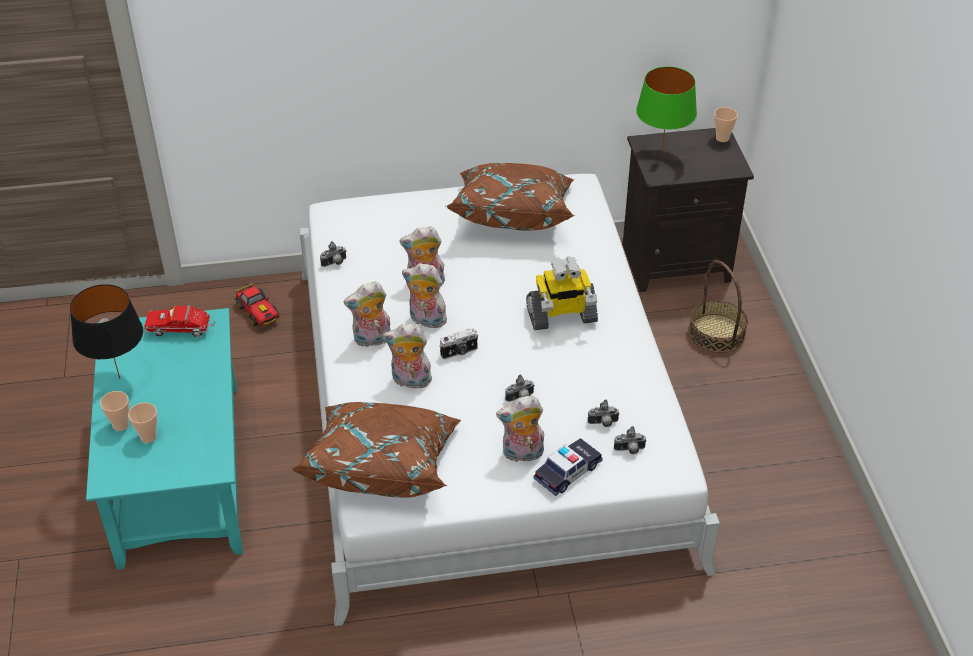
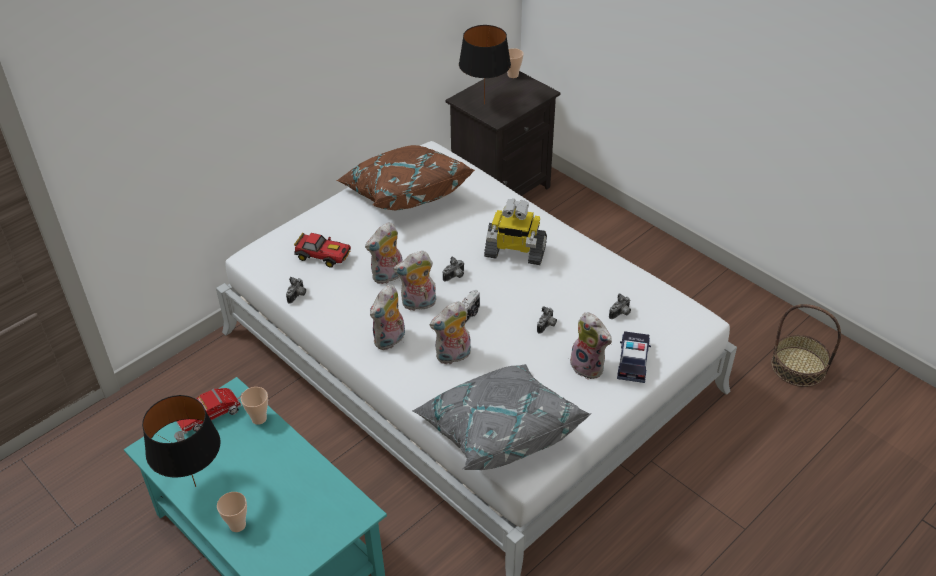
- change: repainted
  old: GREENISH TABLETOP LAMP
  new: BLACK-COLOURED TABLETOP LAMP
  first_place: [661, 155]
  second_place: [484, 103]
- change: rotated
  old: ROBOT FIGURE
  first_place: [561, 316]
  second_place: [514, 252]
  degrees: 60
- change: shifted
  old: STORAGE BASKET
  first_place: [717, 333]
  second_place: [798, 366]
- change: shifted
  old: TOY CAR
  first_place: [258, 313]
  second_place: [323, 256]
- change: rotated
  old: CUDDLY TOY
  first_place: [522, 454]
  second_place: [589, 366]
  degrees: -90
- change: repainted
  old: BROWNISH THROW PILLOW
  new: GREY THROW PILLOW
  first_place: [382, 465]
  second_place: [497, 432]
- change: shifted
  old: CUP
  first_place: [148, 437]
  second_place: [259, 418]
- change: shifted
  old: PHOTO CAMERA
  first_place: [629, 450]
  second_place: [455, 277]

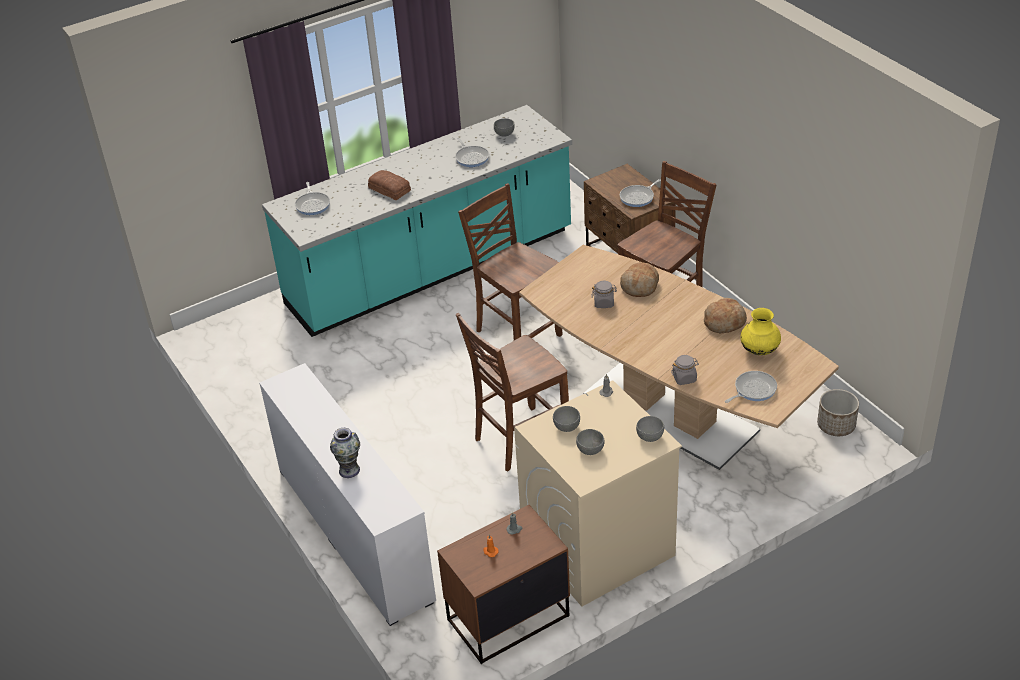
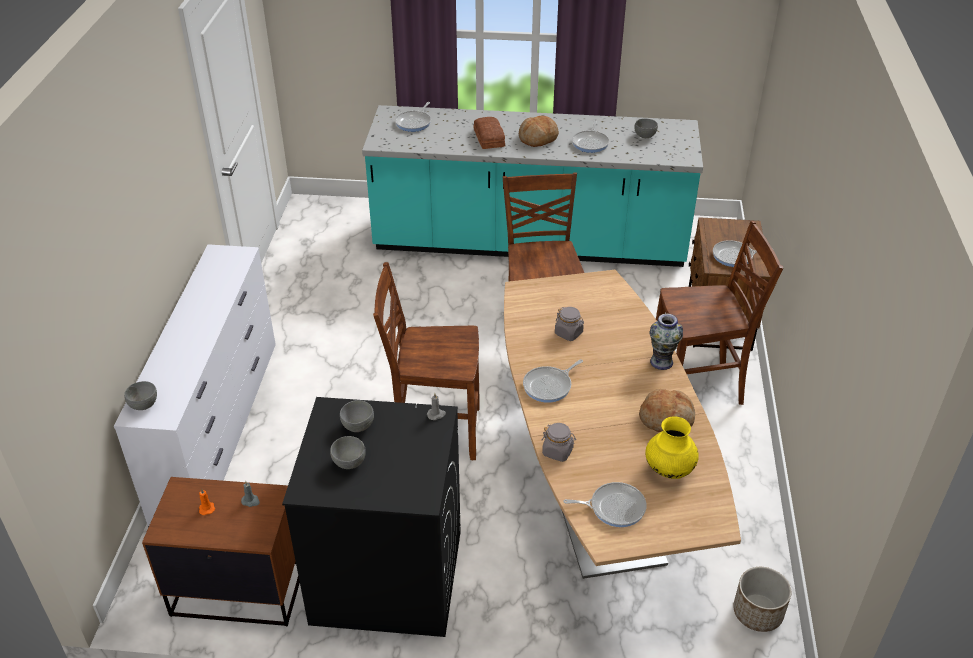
- change: shifted
  old: BREAD
  first_place: [640, 286]
  second_place: [538, 138]
- change: repainted
  old: BEIGE-COLOURED LAUNDRY MACHINE
  new: BLACK-COLOURED LAUNDRY MACHINE
  first_place: [597, 547]
  second_place: [386, 576]
- change: shifted
  old: GREY SERVING BOWL
  first_place: [650, 437]
  second_place: [143, 405]
- change: shifted
  old: FLOWER VASE
  first_place: [349, 470]
  second_place: [661, 362]
- change: new
  new: PAN
  second_place: [549, 386]

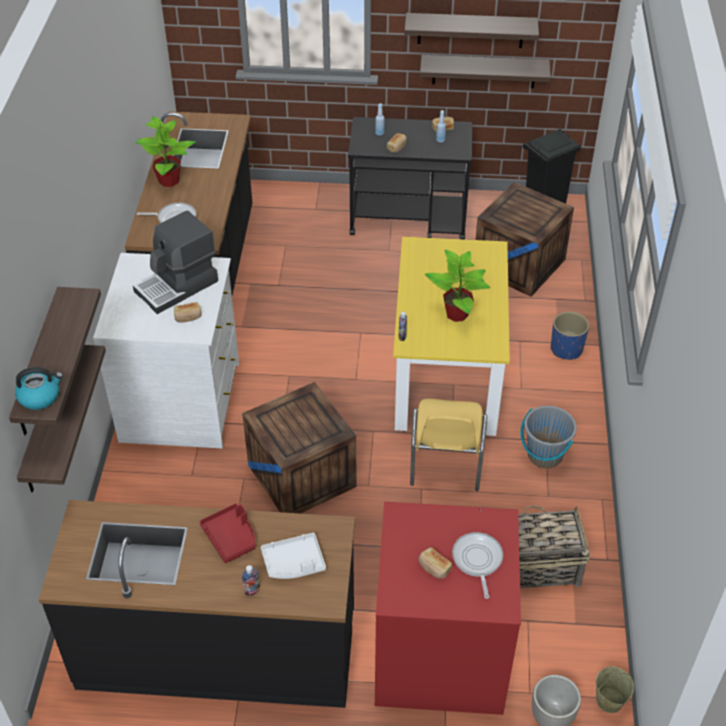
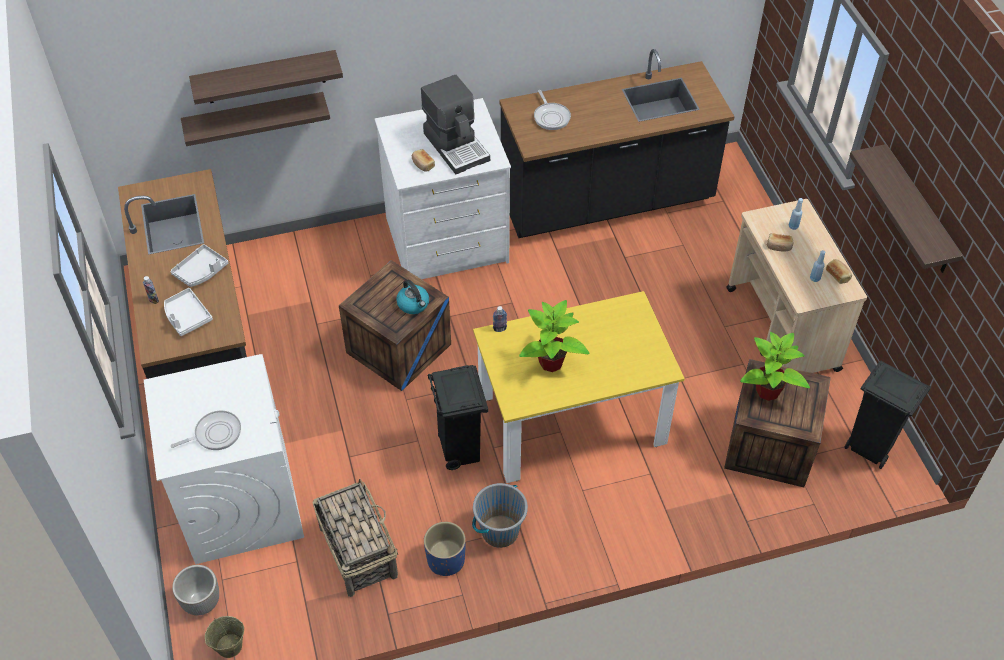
- change: gone
  old: WALL SHELF
  first_place: [484, 71]
- change: shifted
  old: HOUSEPLANT
  first_place: [169, 181]
  second_place: [767, 392]
- change: repainted
  old: BLACK-COLOURED WHEELED CART
  new: BEIGE-COLOURED WHEELED CART
  first_place: [409, 220]
  second_place: [782, 330]
- change: rotated
  old: COFFEE MACHINE
  first_place: [177, 286]
  second_place: [457, 146]
  degrees: -150
- change: shifted
  old: BLUE-COLOURED PLANTER
  first_place: [566, 349]
  second_place: [445, 560]
- change: shifted
  old: KETTLE
  first_place: [40, 396]
  second_place: [413, 304]
- change: swapped
  old: YELLOW UPRIGHT CHAIR
  new: BLACK-COLOURED TRASH CAN
  first_place: [445, 460]
  second_place: [459, 450]
- change: repainted
  old: REDDISH LAUNDRY MACHINE
  new: WHITE LAUNDRY MACHINE
  first_place: [439, 656]
  second_place: [240, 502]
- change: repainted
  old: REDDISH CARRYING TRAY
  new: GREY CARRYING TRAY
  first_place: [231, 537]
  second_place: [201, 271]
- change: gone
  old: BREAD
  first_place: [434, 568]

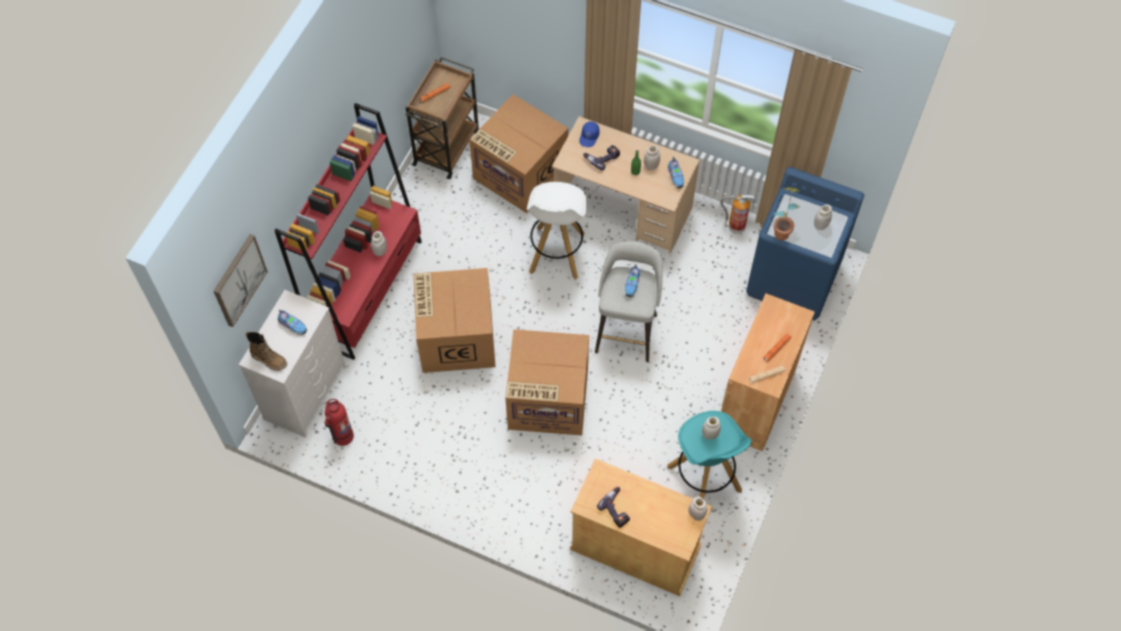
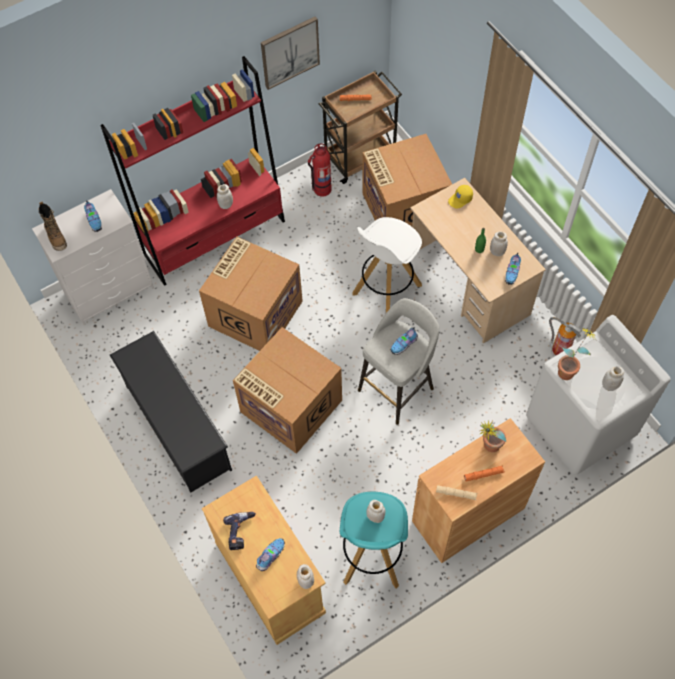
- change: repainted
  old: BLUE-COLOURED BASEBALL CAP
  new: YELLOW BASEBALL CAP
  first_place: [589, 137]
  second_place: [460, 199]
- change: gone
  old: POWER DRILL
  first_place: [602, 158]
- change: repainted
  old: BLUE-COLOURED LAUNDRY MACHINE
  new: WHITE LAUNDRY MACHINE
  first_place: [794, 279]
  second_place: [580, 427]
- change: shifted
  old: WALL ART
  first_place: [239, 280]
  second_place: [289, 52]
- change: shifted
  old: FIRE EXTINGUISHER
  first_place: [342, 436]
  second_place: [322, 189]
- change: new
  new: BLACK-COLOURED SHOE STAND
  second_place: [177, 427]
- change: new
  new: HOUSEPLANT
  second_place: [488, 448]
- change: new
  new: SHOE
  second_place: [270, 556]

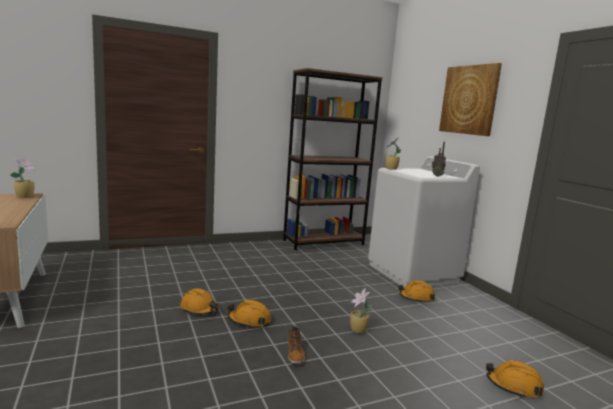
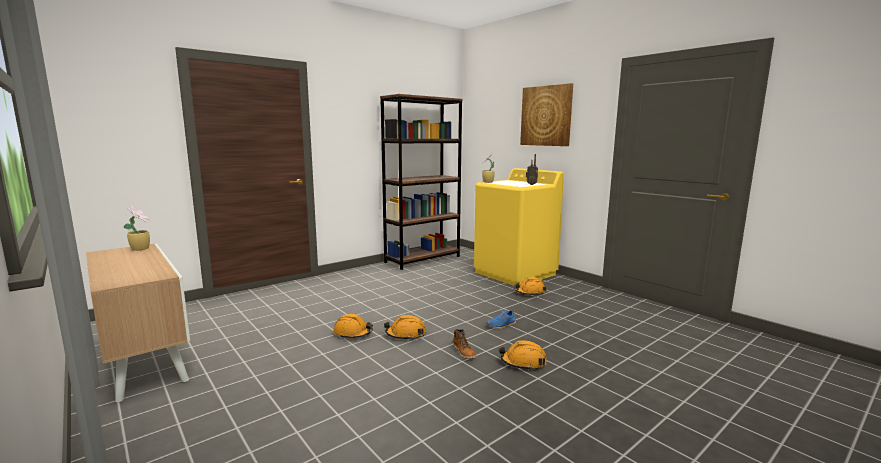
- change: repainted
  old: WHITE LAUNDRY MACHINE
  new: YELLOW LAUNDRY MACHINE
  first_place: [413, 273]
  second_place: [515, 273]
- change: swapped
  old: HOUSEPLANT
  new: BLUE-COLOURED SHOE
  first_place: [358, 330]
  second_place: [501, 325]
- change: shifted
  old: ORANGE-COLOURED WORK HELMET
  first_place: [513, 386]
  second_place: [523, 362]

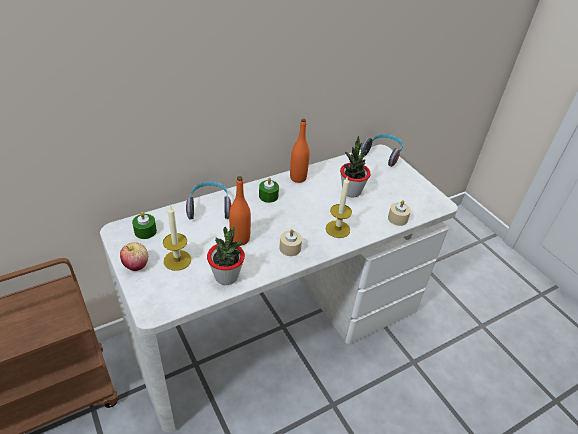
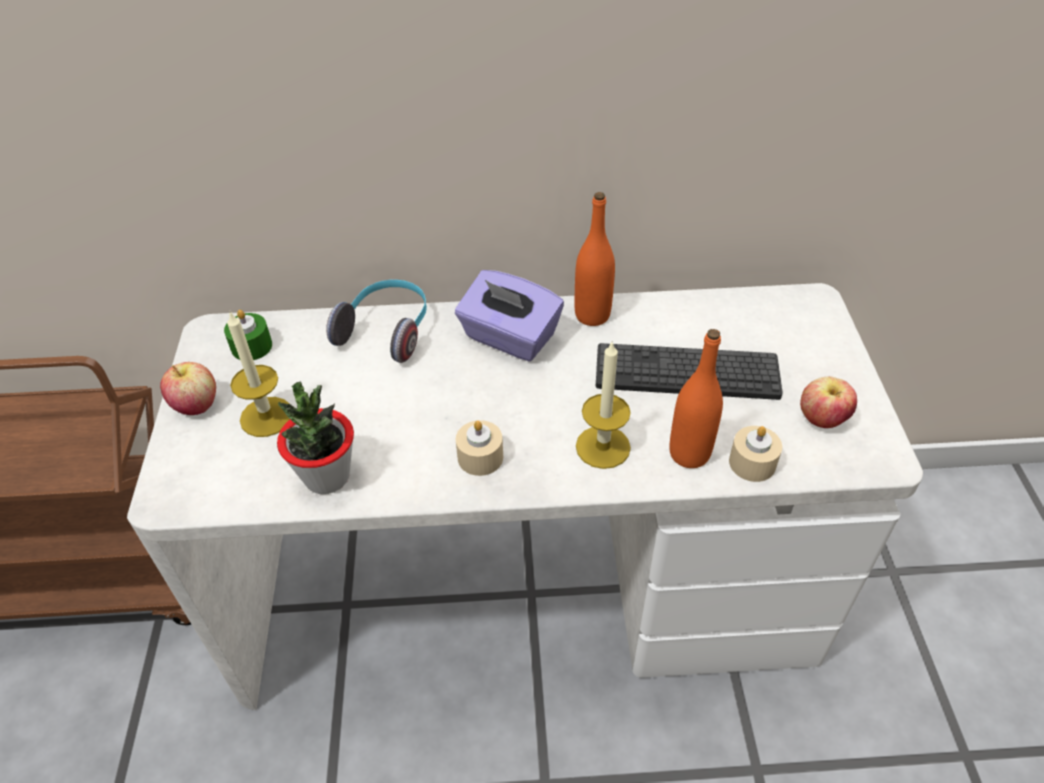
- change: gone
  old: HEADPHONES
  first_place: [383, 154]
- change: swapped
  old: HOUSEPLANT
  new: PC KEYBOARD
  first_place: [351, 191]
  second_place: [686, 373]
- change: shifted
  old: ORANGE-COLOURED BOTTLE
  first_place: [240, 239]
  second_place: [689, 453]
- change: swapped
  old: GREENISH CANDLE
  new: PURPLE TISSUE HOLDER
  first_place: [268, 196]
  second_place: [509, 337]
- change: new
  new: APPLE FRUIT
  second_place: [822, 419]

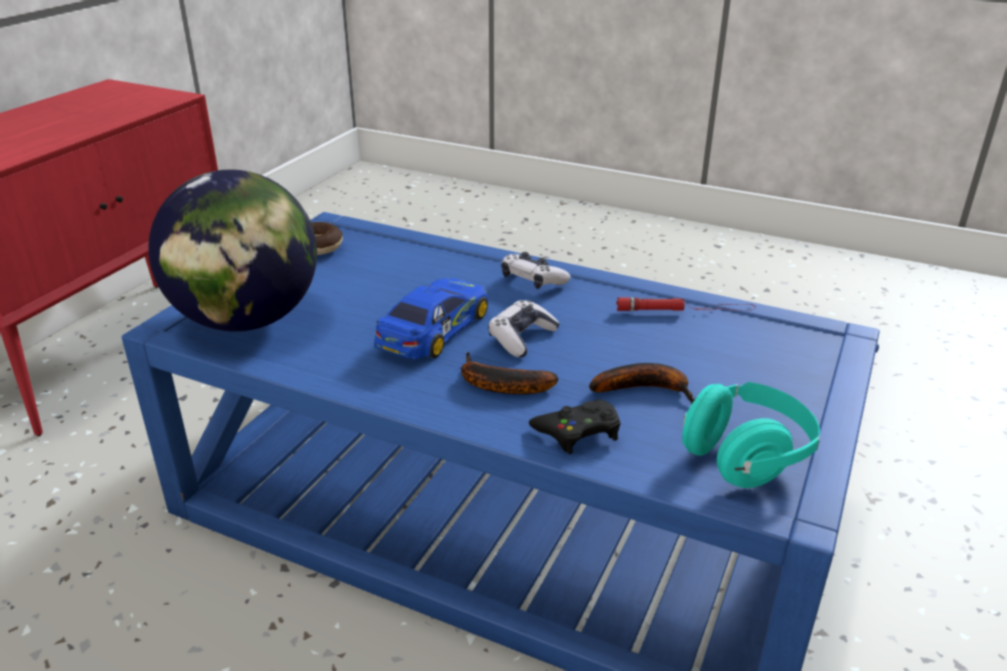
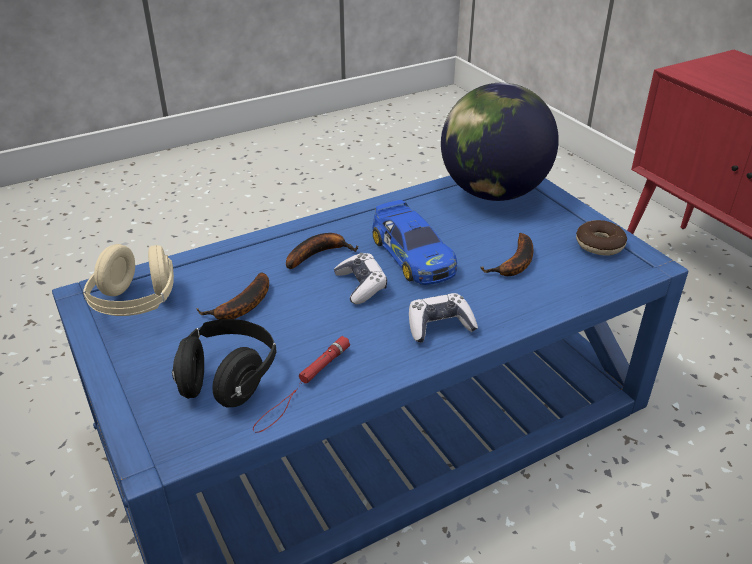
- change: repainted
  old: TURQUOISE HEADPHONES
  new: BEIGE-COLOURED HEADPHONES
  first_place: [745, 456]
  second_place: [136, 303]
- change: gone
  old: BLACK-COLOURED GAME CONTROLLER
  first_place: [578, 431]
- change: new
  new: BANANA FRUIT
  second_place: [515, 264]
- change: new
  new: BLACK-COLOURED HEADPHONES
  second_place: [228, 379]

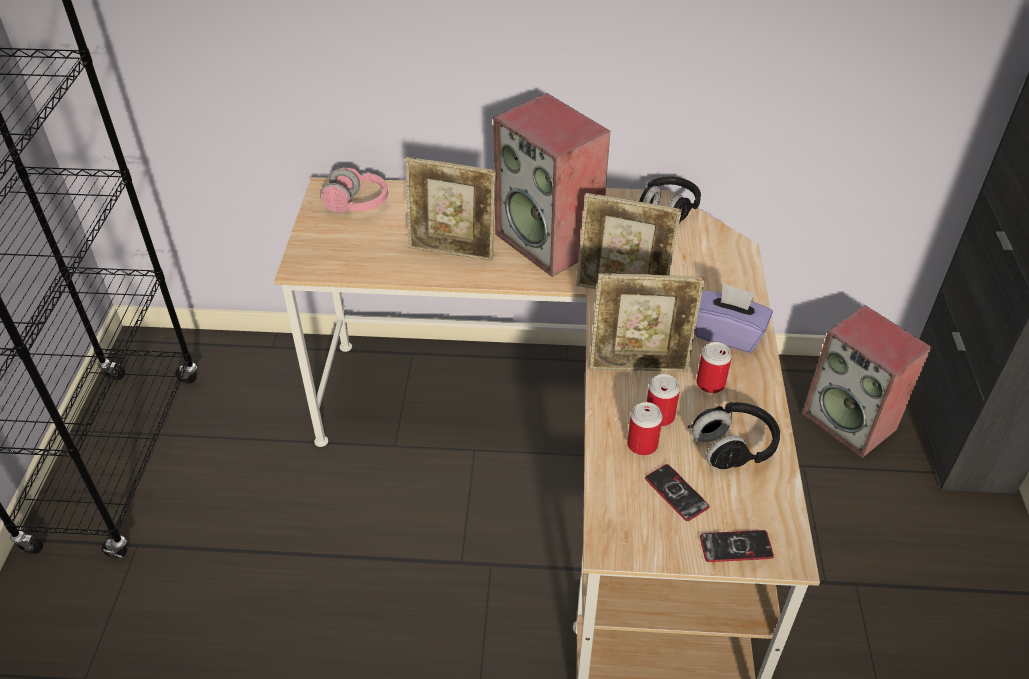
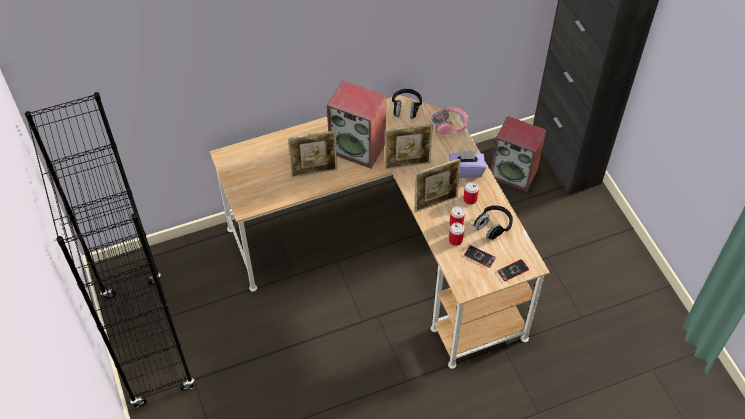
- change: shifted
  old: PINK-COLOURED HEADPHONES
  first_place: [356, 204]
  second_place: [449, 126]

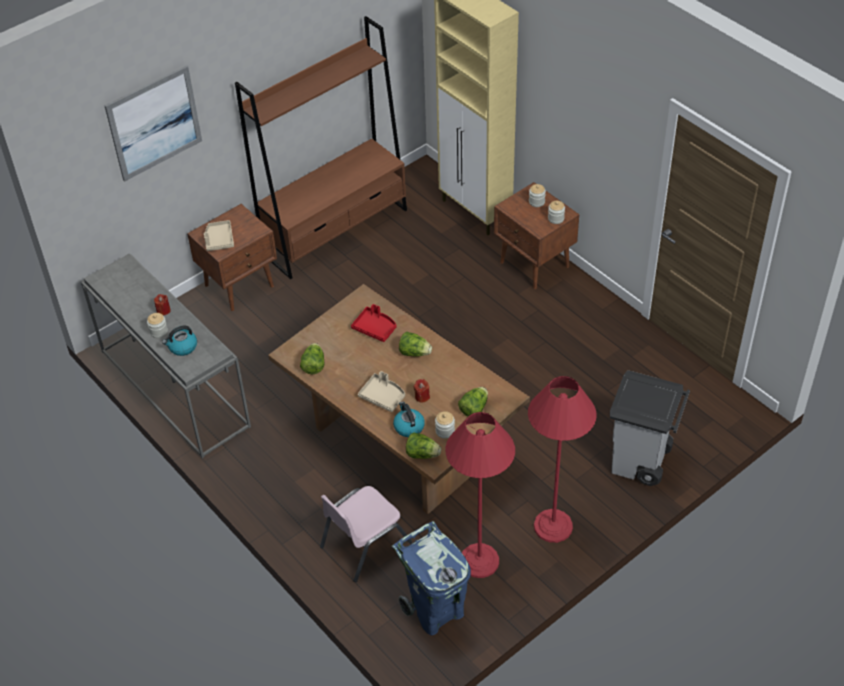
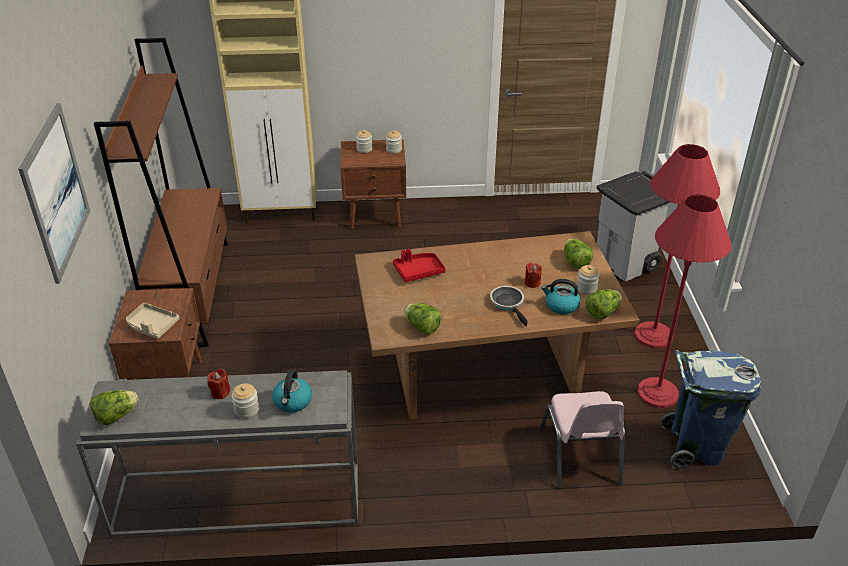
- change: shifted
  old: LETTUCE HEAD
  first_place: [414, 353]
  second_place: [116, 416]
- change: swapped
  old: BEIGE-COLOURED CARRYING TRAY
  new: PAN
  first_place: [383, 396]
  second_place: [508, 304]

